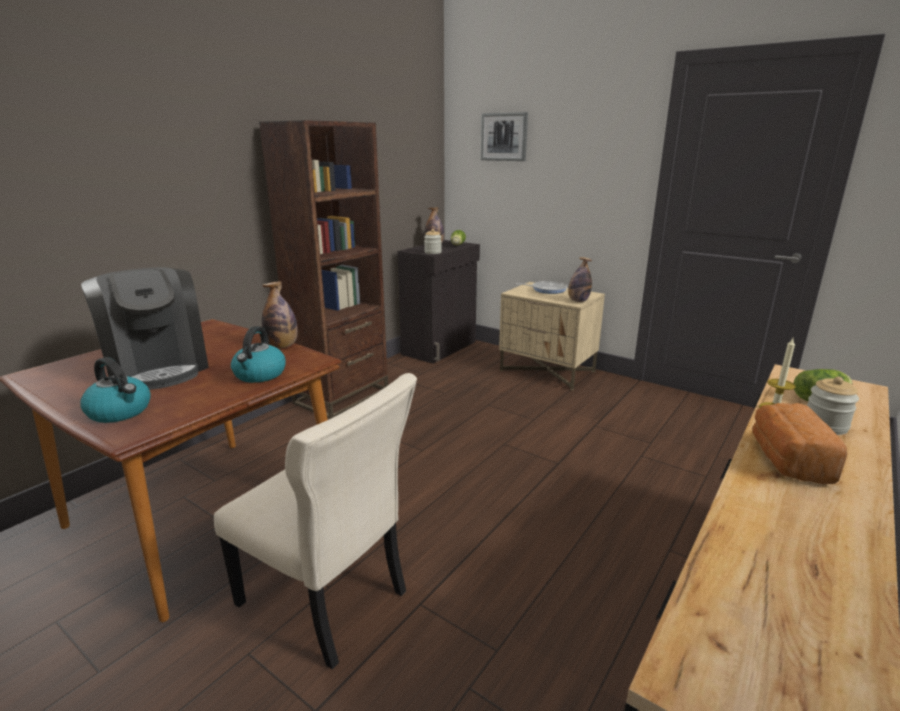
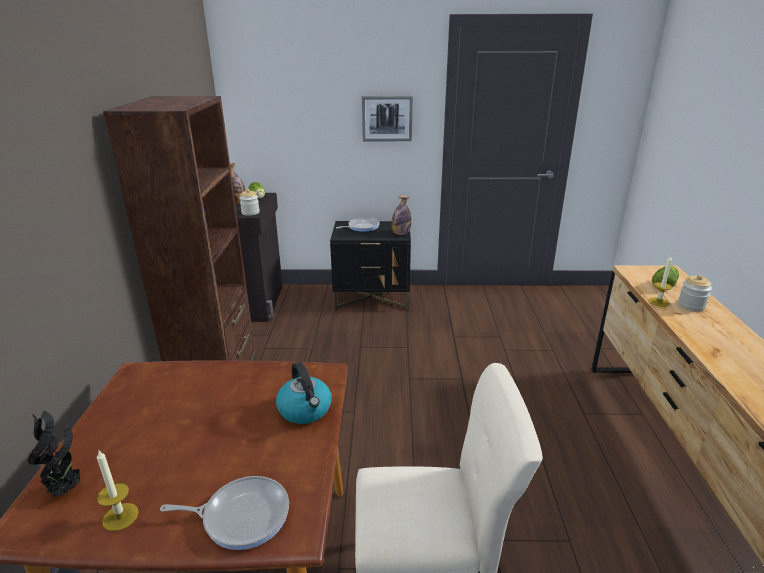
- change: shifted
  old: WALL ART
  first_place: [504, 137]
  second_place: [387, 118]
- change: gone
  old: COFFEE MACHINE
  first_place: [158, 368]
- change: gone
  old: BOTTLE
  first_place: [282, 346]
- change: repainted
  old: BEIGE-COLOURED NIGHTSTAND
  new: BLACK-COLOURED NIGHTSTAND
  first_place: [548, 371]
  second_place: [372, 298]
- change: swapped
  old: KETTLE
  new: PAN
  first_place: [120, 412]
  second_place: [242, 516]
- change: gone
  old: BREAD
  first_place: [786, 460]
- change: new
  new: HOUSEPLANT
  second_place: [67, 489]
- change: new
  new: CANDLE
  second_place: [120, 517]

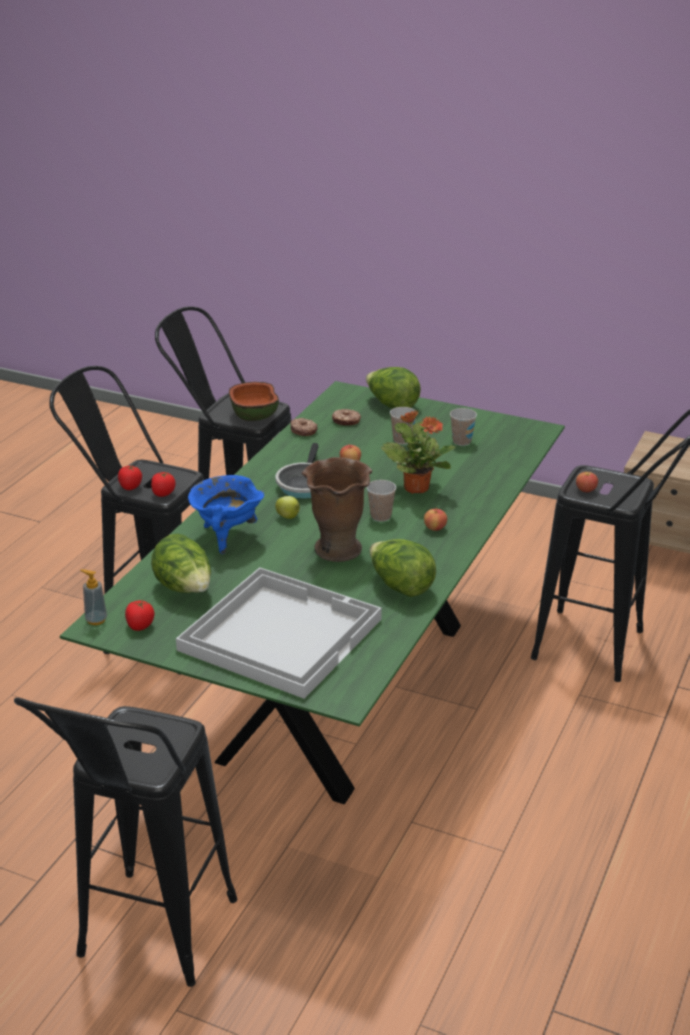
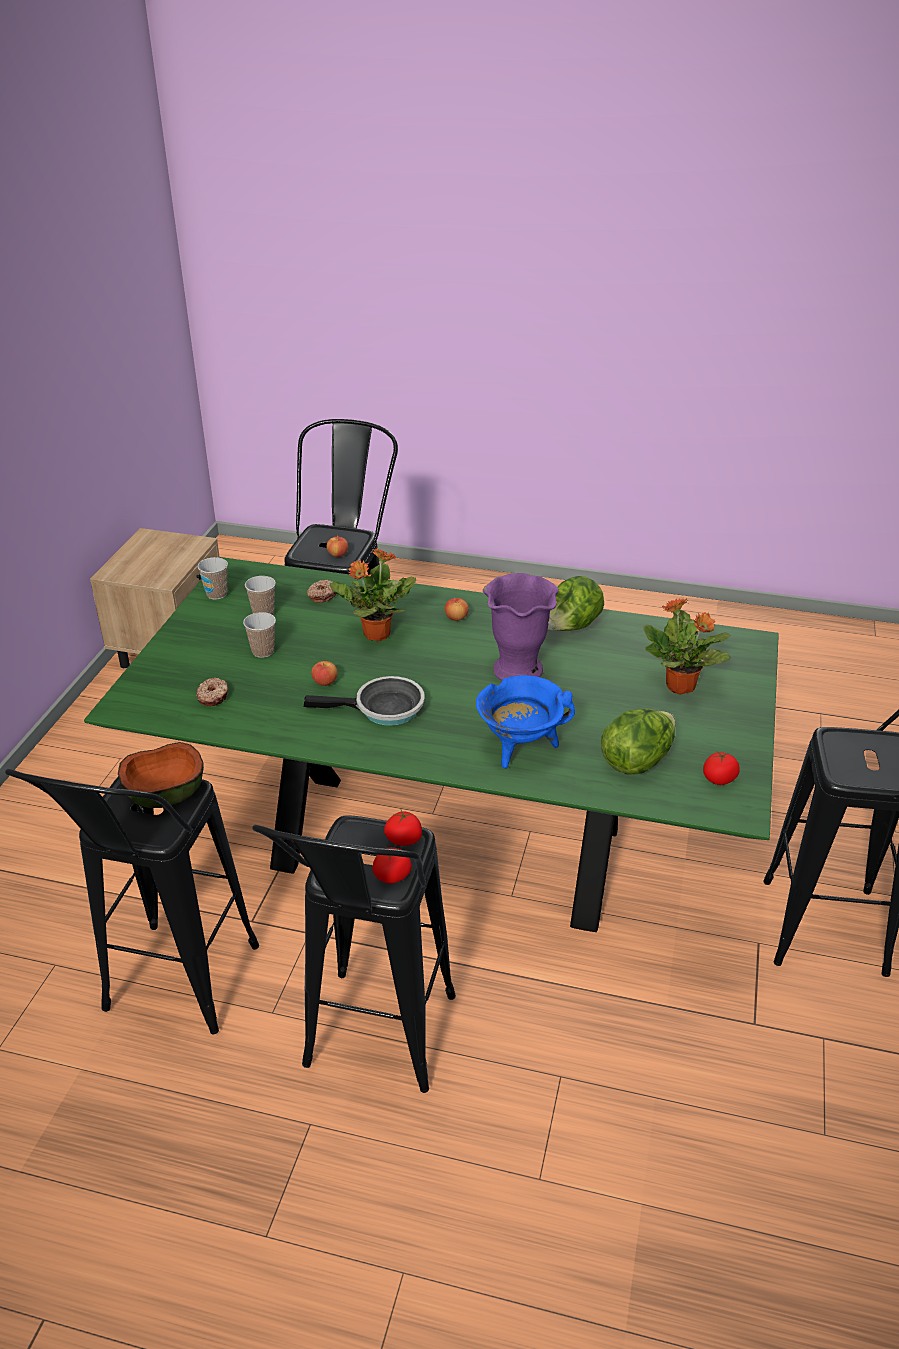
- change: gone
  old: LETTUCE HEAD
  first_place: [392, 405]
- change: shifted
  old: RING DOUGHNUT
  first_place: [303, 431]
  second_place: [322, 595]
- change: repainted
  old: BROWNISH FLOWER VASE
  new: PURPLE FLOWER VASE
  first_place: [338, 549]
  second_place: [517, 670]
- change: shifted
  old: CUP
  first_place: [381, 516]
  second_place: [216, 594]
- change: gone
  old: APPLE FRUIT
  first_place: [288, 517]
- change: swapped
  old: WHITE CARRYING TRAY
  new: HOUSEPLANT
  first_place: [280, 633]
  second_place: [681, 687]
- change: gone
  old: SOAP BOTTLE
  first_place: [96, 620]

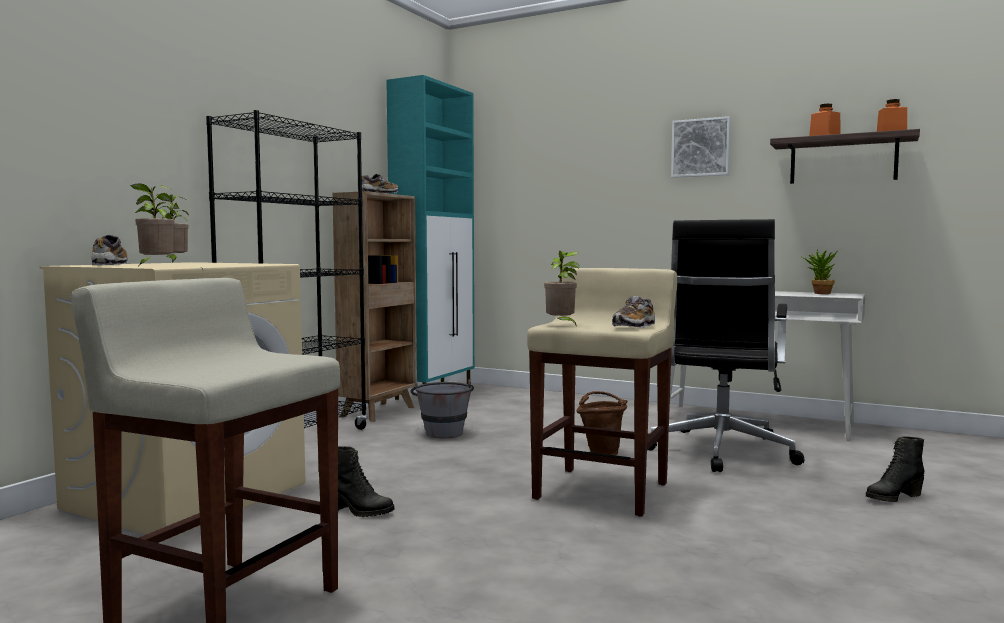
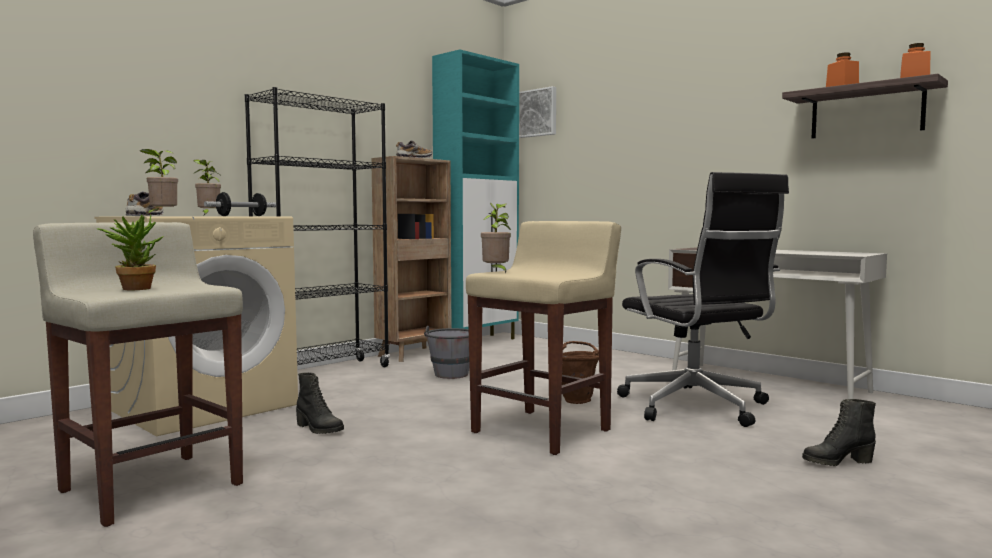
- change: shifted
  old: WALL ART
  first_place: [701, 148]
  second_place: [538, 113]
- change: rotated
  old: BLACK-COLOURED COMPUTER CHAIR
  first_place: [720, 452]
  second_place: [696, 407]
  degrees: -60
- change: shifted
  old: HOUSEPLANT
  first_place: [818, 293]
  second_place: [134, 288]
- change: gone
  old: SHOE
  first_place: [634, 326]
- change: new
  new: DUMBBELL
  second_place: [242, 216]

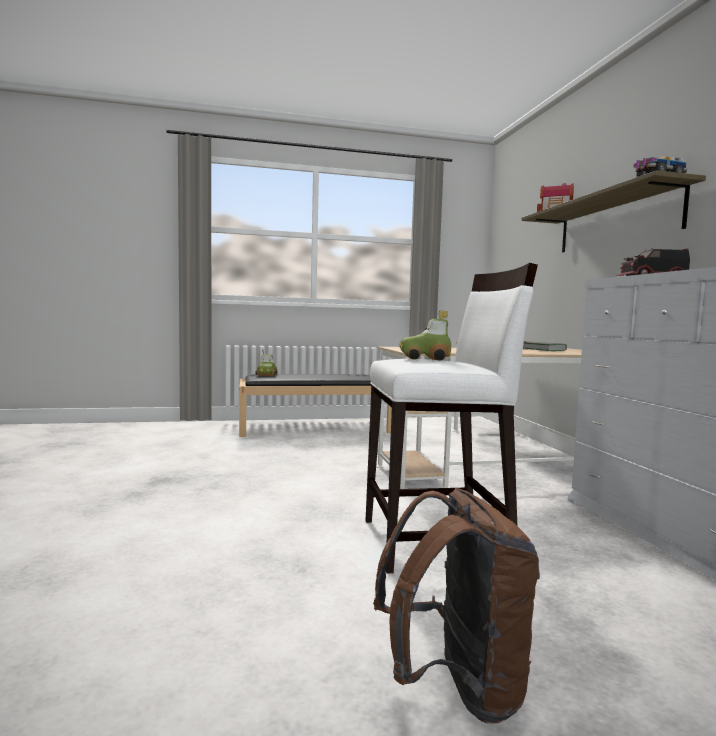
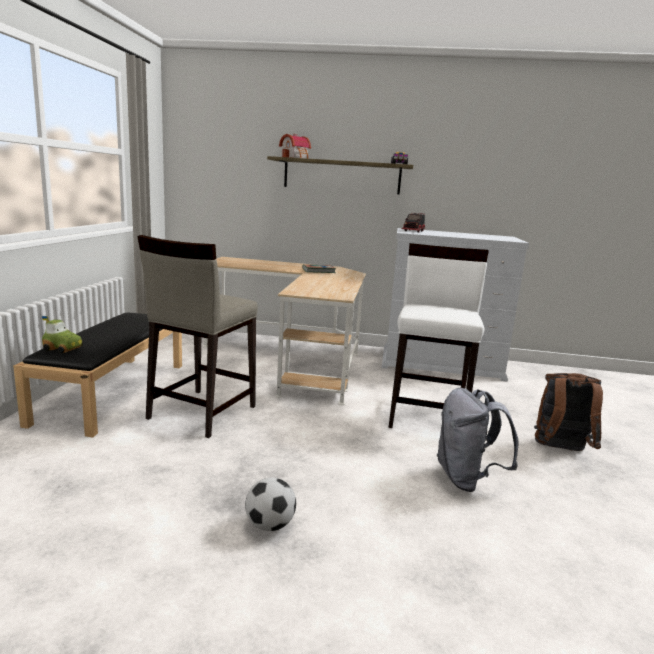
- change: gone
  old: TOY CAR
  first_place: [425, 359]
- change: new
  new: BEIGE-COLOURED STOOL
  second_place: [201, 412]
- change: new
  new: GREY RUCKSACK
  second_place: [466, 479]
- change: new
  new: BALL FOR FOOTBALL
  second_place: [270, 525]

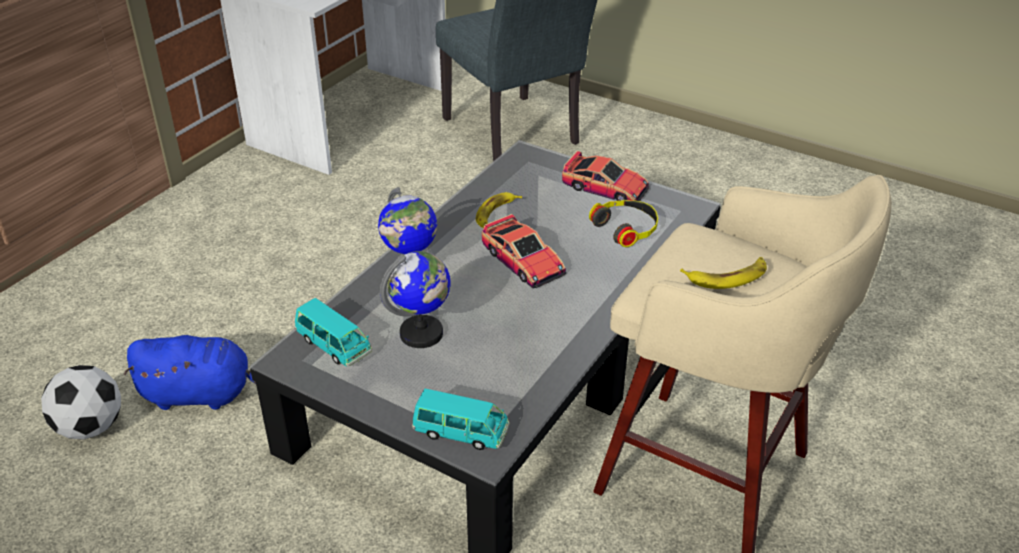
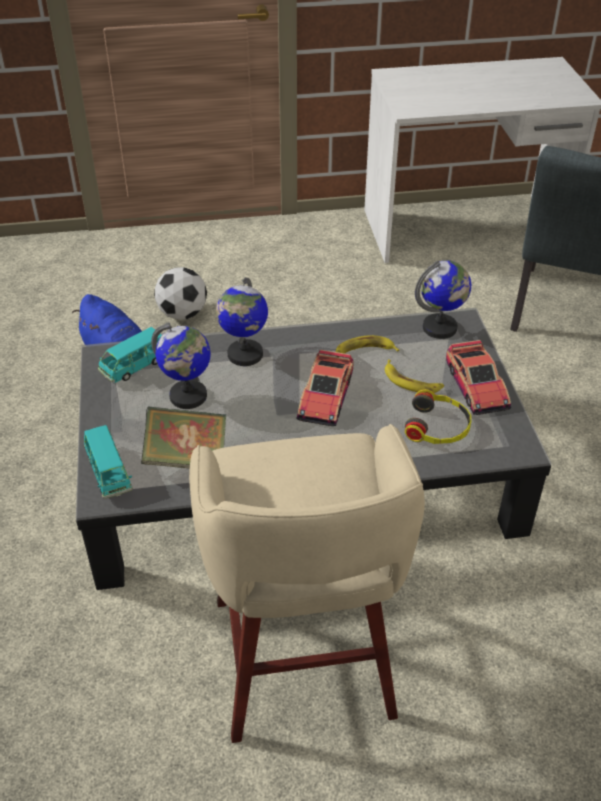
- change: shifted
  old: BANANA FRUIT
  first_place: [727, 277]
  second_place: [411, 382]
- change: rotated
  old: TURQUOISE TOY CAR
  first_place: [334, 346]
  second_place: [134, 366]
  degrees: 45
- change: shifted
  old: BALL FOR FOOTBALL
  first_place: [90, 427]
  second_place: [183, 314]
- change: new
  new: DESK GLOBE
  second_place: [440, 328]
- change: new
  new: VOLUME
  second_place: [186, 458]

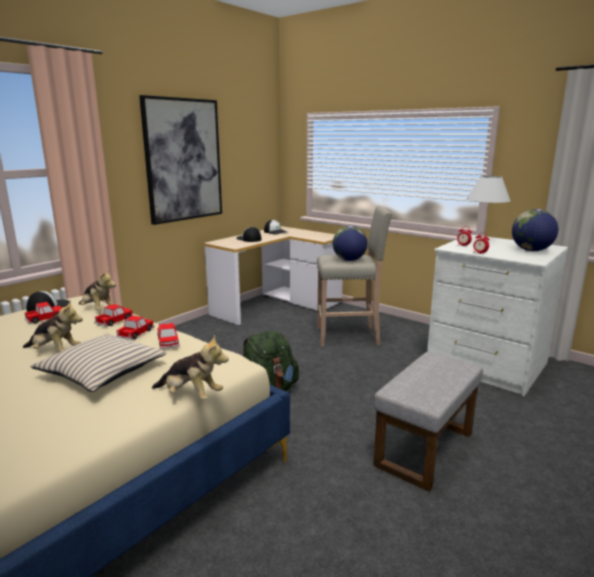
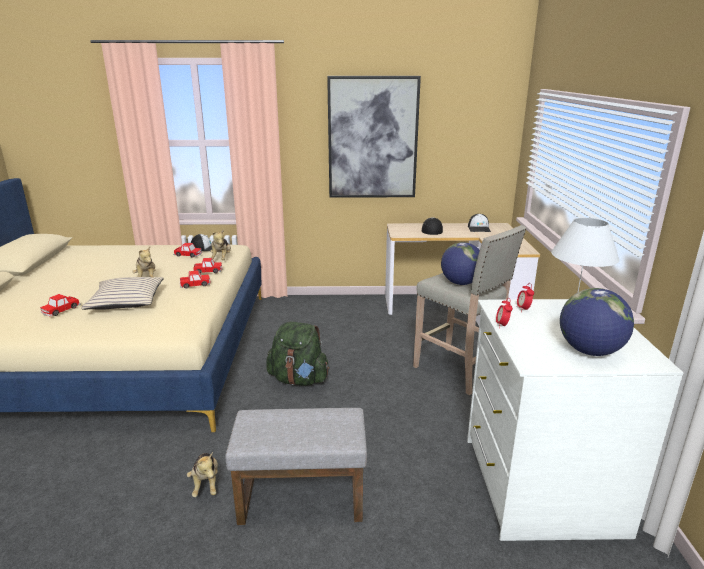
- change: shifted
  old: TOY CAR
  first_place: [168, 342]
  second_place: [61, 310]
- change: shifted
  old: CUDDLY TOY
  first_place: [191, 396]
  second_place: [206, 484]

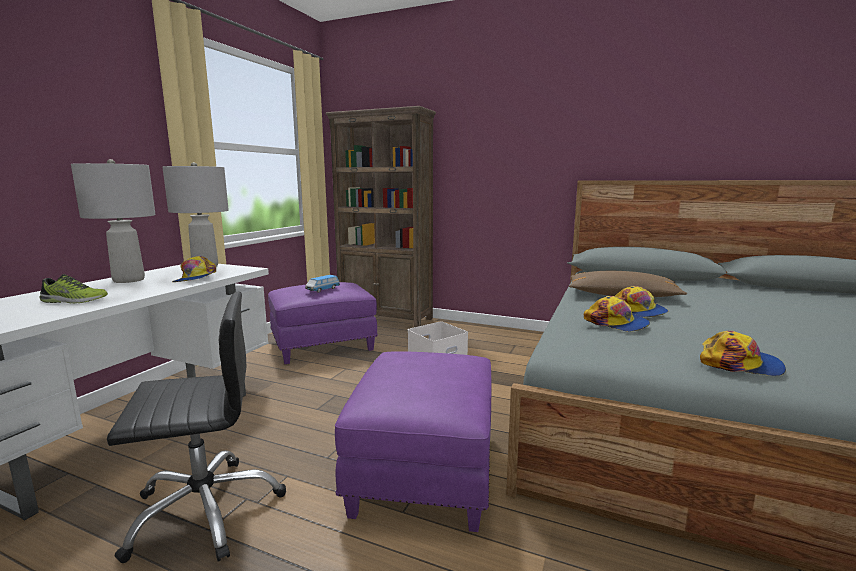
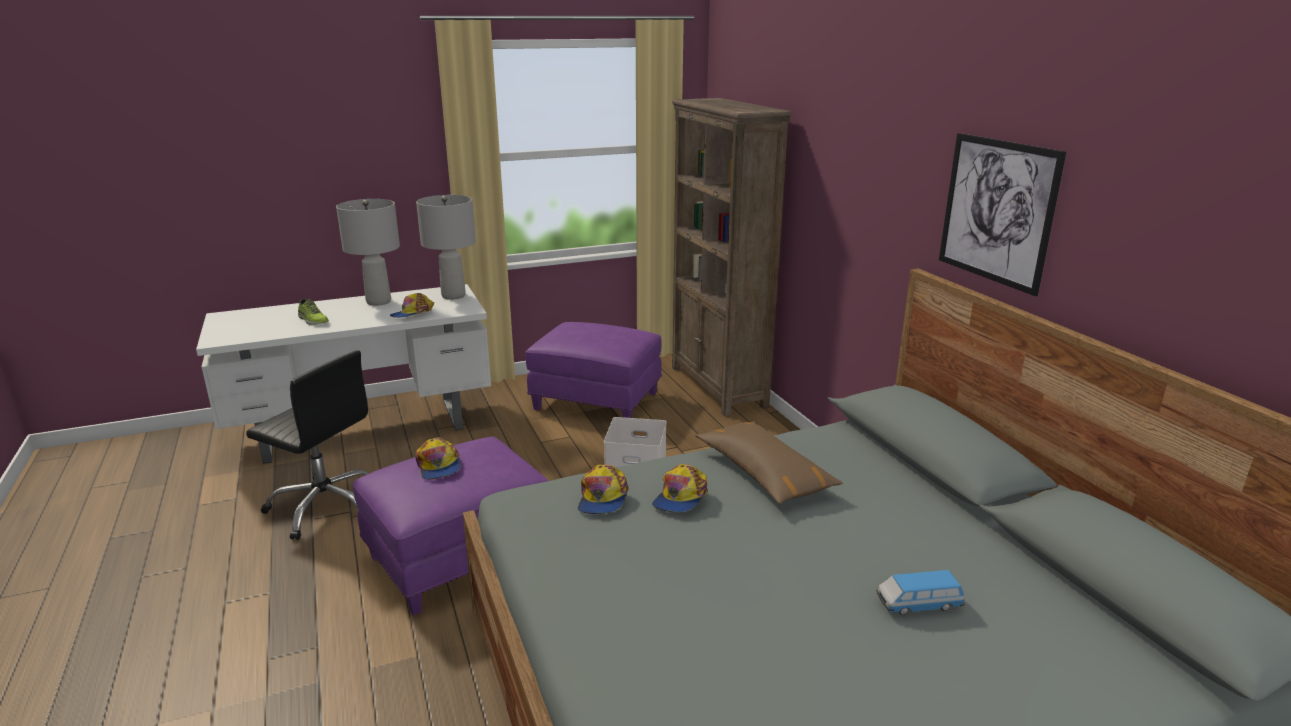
- change: shifted
  old: TOY CAR
  first_place: [322, 290]
  second_place: [918, 604]
- change: shifted
  old: BASEBALL CAP
  first_place: [740, 364]
  second_place: [438, 466]
- change: new
  new: WALL ART
  second_place: [997, 211]

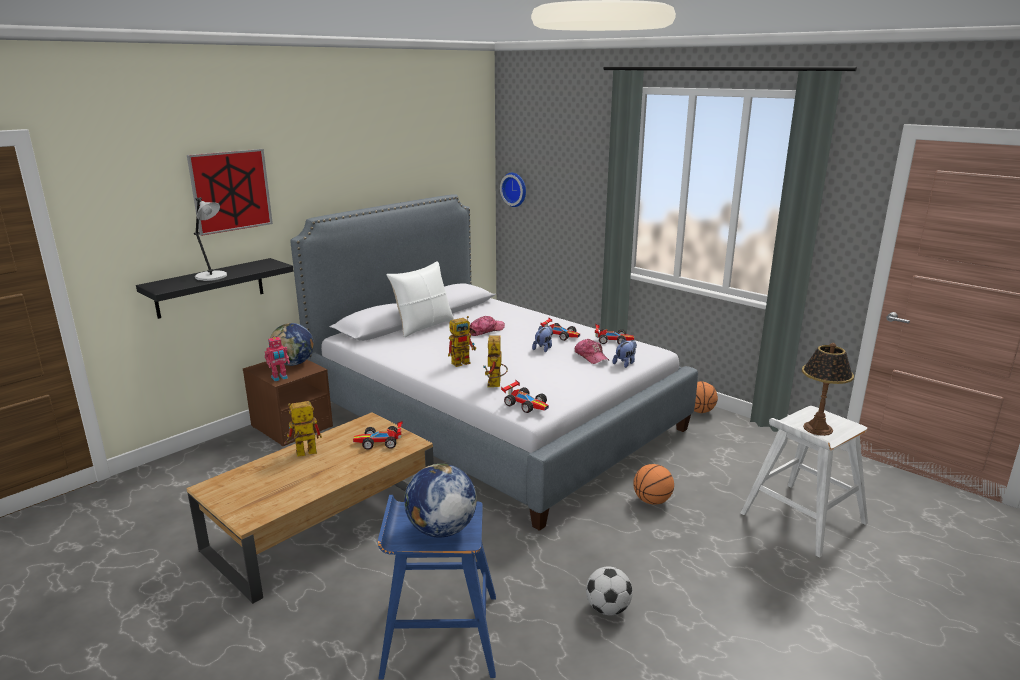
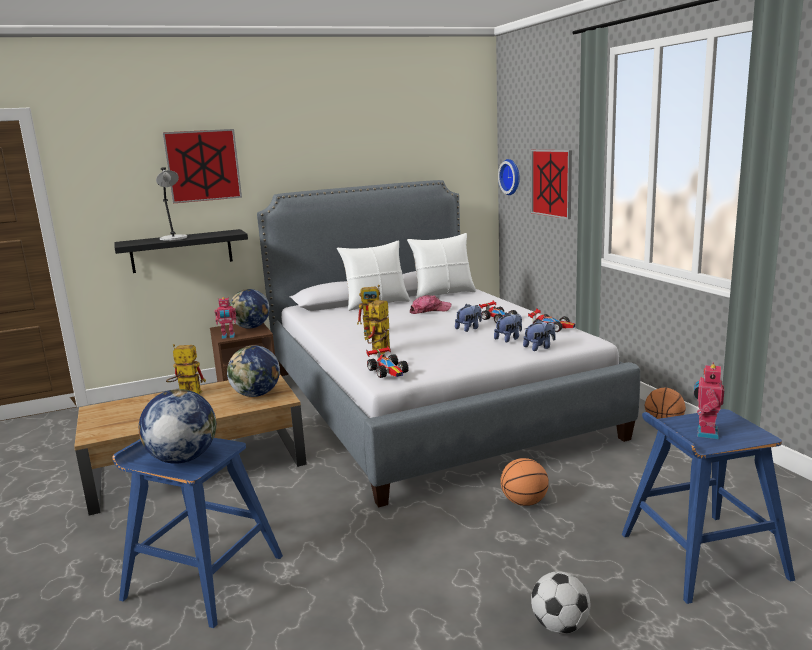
- change: swapped
  old: BASEBALL CAP
  new: CUDDLY TOY
  first_place: [591, 356]
  second_place: [509, 339]
- change: swapped
  old: TABLETOP LAMP
  new: ROBOT FIGURE
  first_place: [817, 429]
  second_place: [705, 433]
- change: repainted
  old: WHITE STOOL
  new: BLUE-COLOURED STOOL
  first_place: [802, 518]
  second_place: [701, 556]
- change: swapped
  old: TOY CAR
  new: DESK GLOBE
  first_place: [380, 442]
  second_place: [256, 395]
- change: shifted
  old: BALL FOR FOOTBALL
  first_place: [607, 609]
  second_place: [560, 626]
- change: new
  new: WALL ART
  second_place: [551, 183]
- change: new
  new: WHITE THROW PILLOW
  second_place: [443, 293]

